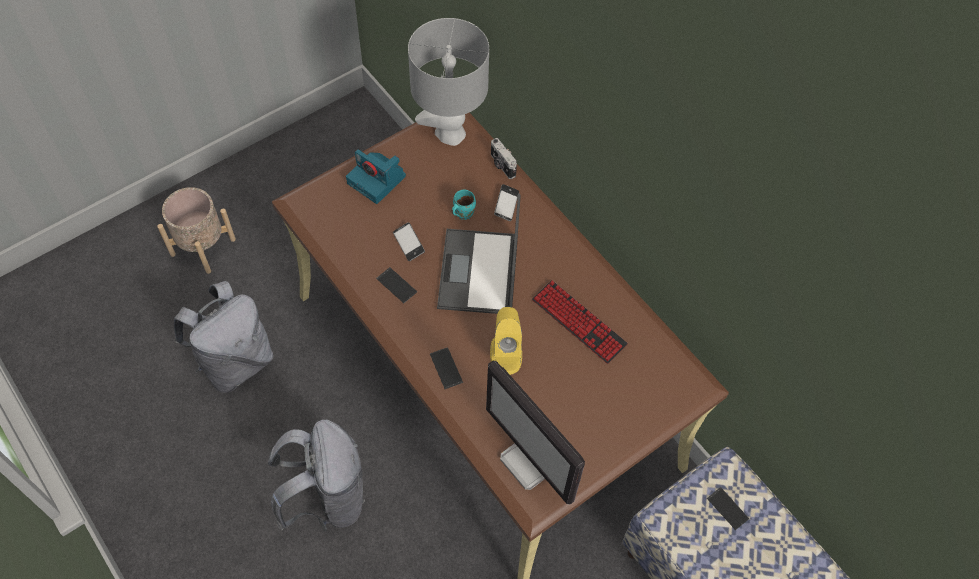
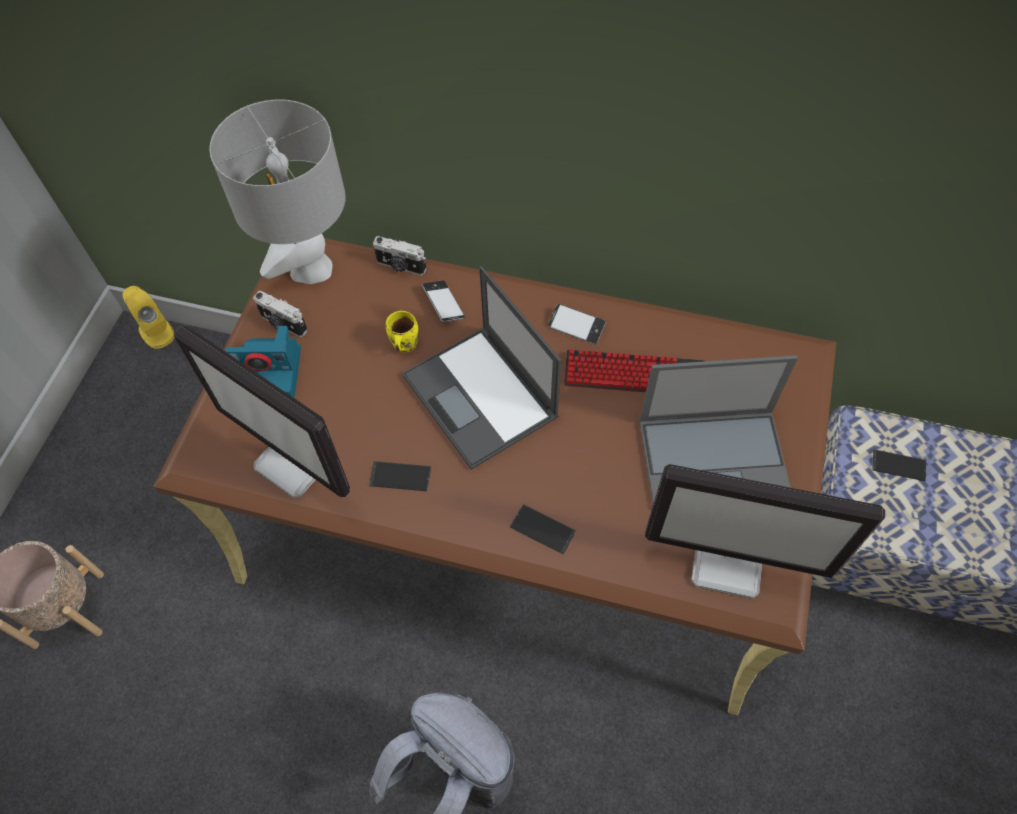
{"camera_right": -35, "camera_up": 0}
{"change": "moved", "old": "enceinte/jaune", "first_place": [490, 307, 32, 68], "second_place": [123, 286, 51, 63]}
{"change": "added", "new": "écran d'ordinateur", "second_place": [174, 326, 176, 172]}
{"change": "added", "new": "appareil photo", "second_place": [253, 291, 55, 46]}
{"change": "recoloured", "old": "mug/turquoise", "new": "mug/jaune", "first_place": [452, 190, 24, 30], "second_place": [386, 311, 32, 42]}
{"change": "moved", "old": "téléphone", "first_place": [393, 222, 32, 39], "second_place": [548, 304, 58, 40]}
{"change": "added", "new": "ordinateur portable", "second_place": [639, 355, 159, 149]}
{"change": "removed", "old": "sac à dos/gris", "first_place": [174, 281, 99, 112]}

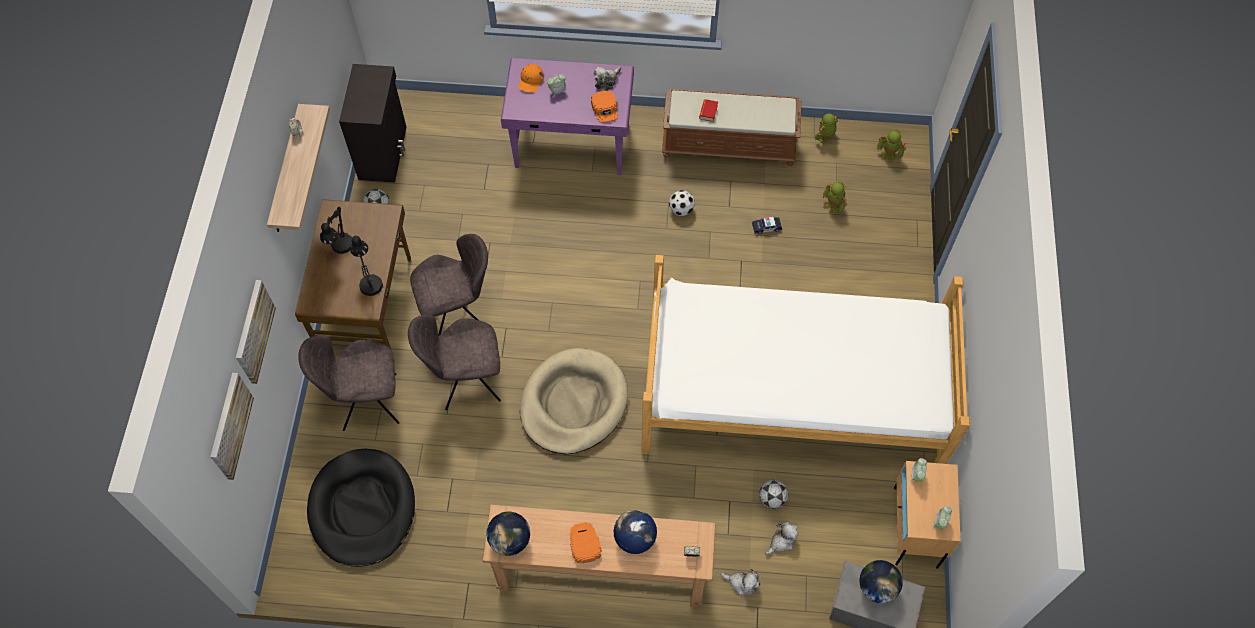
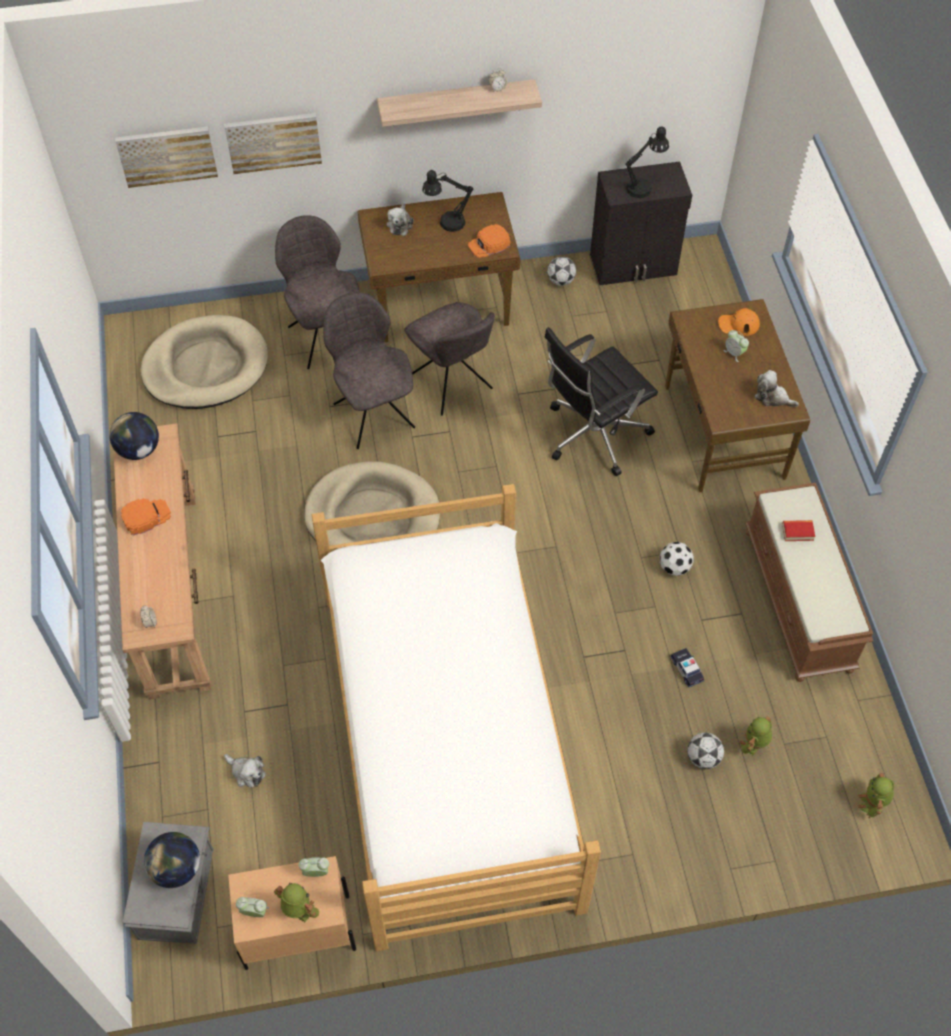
{"camera_right": 75, "camera_up": -5}
{"change": "recoloured", "old": "panier pour chien/noir", "new": "panier pour chien/beige", "first_place": [307, 448, 108, 119], "second_place": [141, 315, 127, 94]}
{"change": "moved", "old": "robot jouet", "first_place": [815, 113, 23, 31], "second_place": [274, 883, 45, 39]}
{"change": "moved", "old": "peluche", "first_place": [721, 569, 39, 27], "second_place": [387, 203, 27, 33]}
{"change": "moved", "old": "casquette/orange", "first_place": [591, 90, 27, 33], "second_place": [468, 224, 42, 34]}
{"change": "added", "new": "chaise de bureau/noir", "second_place": [544, 327, 114, 149]}
{"change": "moved", "old": "lampe de table/noir", "first_place": [350, 236, 33, 60], "second_place": [626, 127, 43, 71]}
{"change": "recoloured", "old": "bureau/violet", "new": "bureau/marron", "first_place": [501, 58, 133, 117], "second_place": [665, 299, 145, 193]}
{"change": "moved", "old": "ballon de foot", "first_place": [759, 480, 29, 29], "second_place": [687, 732, 37, 37]}
{"change": "removed", "old": "globe", "first_place": [614, 510, 43, 44]}

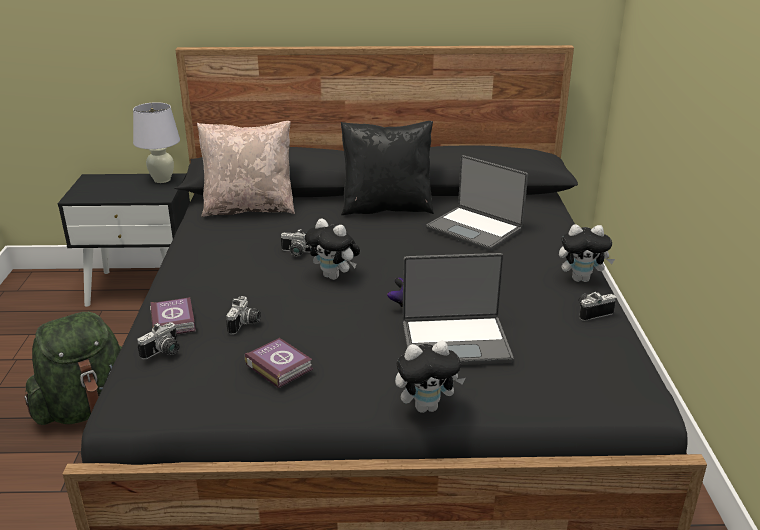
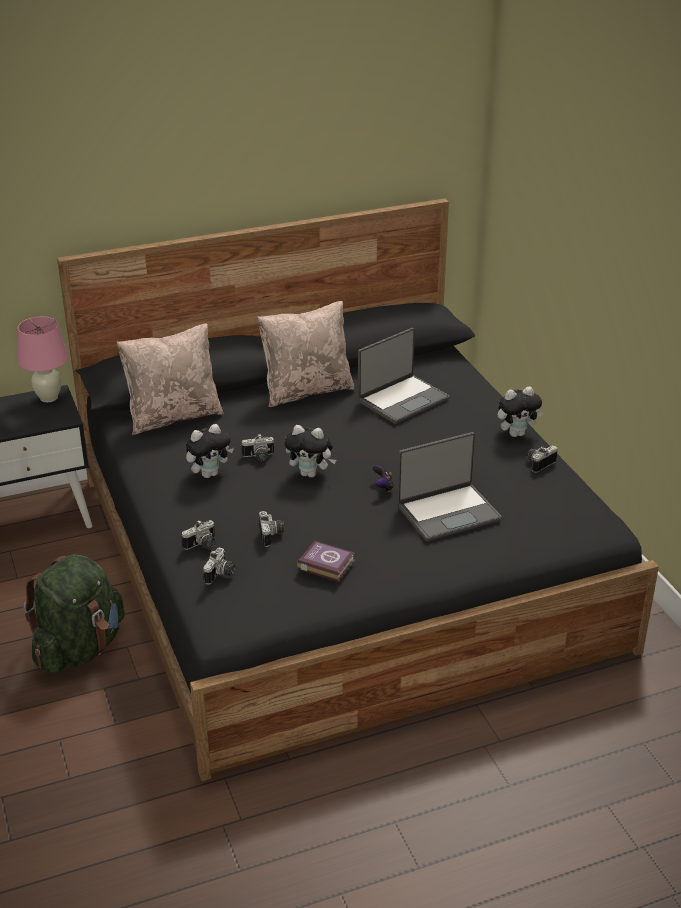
{"camera_right": -20, "camera_up": 5}
{"change": "recoloured", "old": "lampe de table/blanc", "new": "lampe de table/rose", "first_place": [133, 102, 47, 81], "second_place": [18, 317, 50, 85]}
{"change": "replaced", "old": "livre", "new": "appareil photo", "first_place": [150, 297, 46, 38], "second_place": [181, 520, 34, 30]}
{"change": "moved", "old": "peluche", "first_place": [395, 341, 70, 72], "second_place": [186, 424, 48, 54]}
{"change": "recoloured", "old": "coussin/noir", "new": "coussin/beige", "first_place": [341, 121, 93, 94], "second_place": [257, 301, 98, 106]}
{"change": "turned", "old": "ordinateur portable", "first_place": [426, 155, 102, 96], "second_place": [358, 328, 92, 96], "degrees": -60}

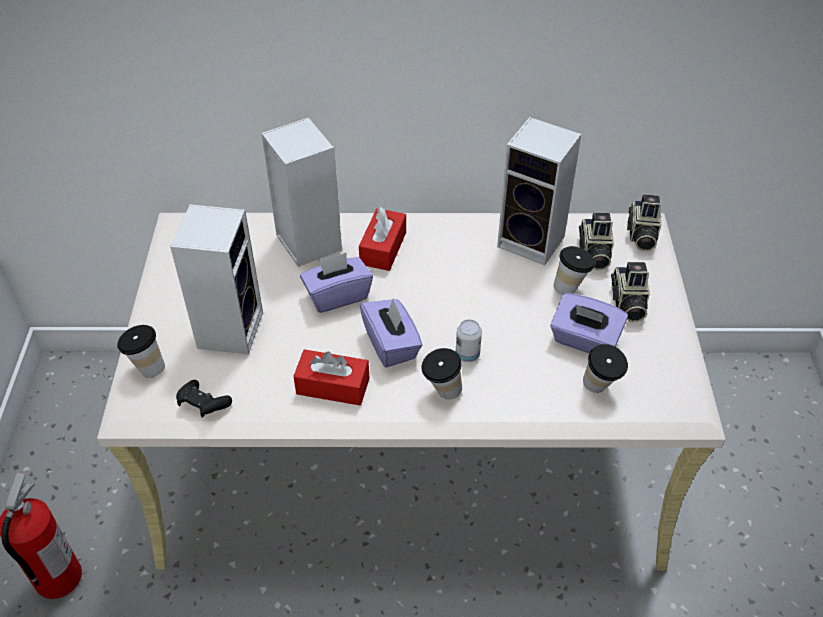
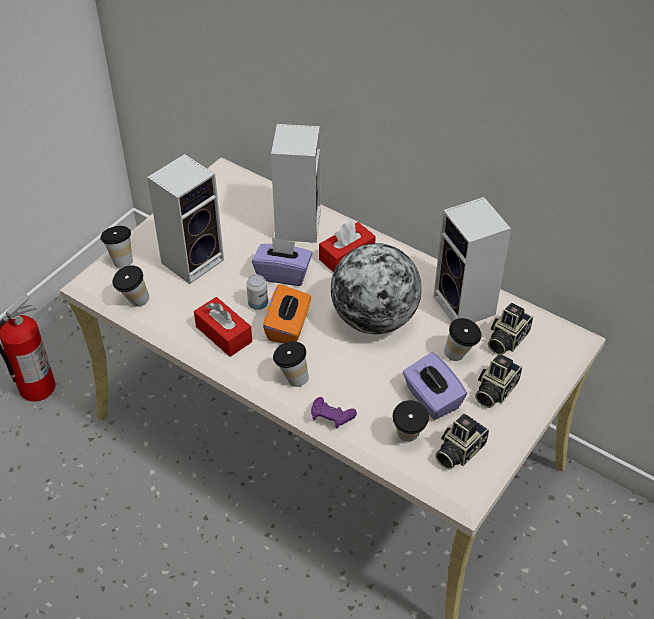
{"camera_right": 35, "camera_up": 0}
{"change": "replaced", "old": "manette/noir", "new": "tasse", "first_place": [176, 380, 56, 38], "second_place": [112, 265, 37, 42]}
{"change": "moved", "old": "boîte métallique", "first_place": [456, 319, 26, 43], "second_place": [246, 274, 22, 36]}
{"change": "recoloured", "old": "boîte à mouchoirs/violet", "new": "boîte à mouchoirs/orange", "first_place": [360, 298, 62, 70], "second_place": [263, 284, 48, 59]}
{"change": "added", "new": "manette/violet", "second_place": [311, 397, 46, 31]}
{"change": "added", "new": "globe", "second_place": [331, 243, 91, 91]}
{"change": "moved", "old": "appareil photo", "first_place": [627, 194, 34, 57], "second_place": [435, 414, 54, 55]}

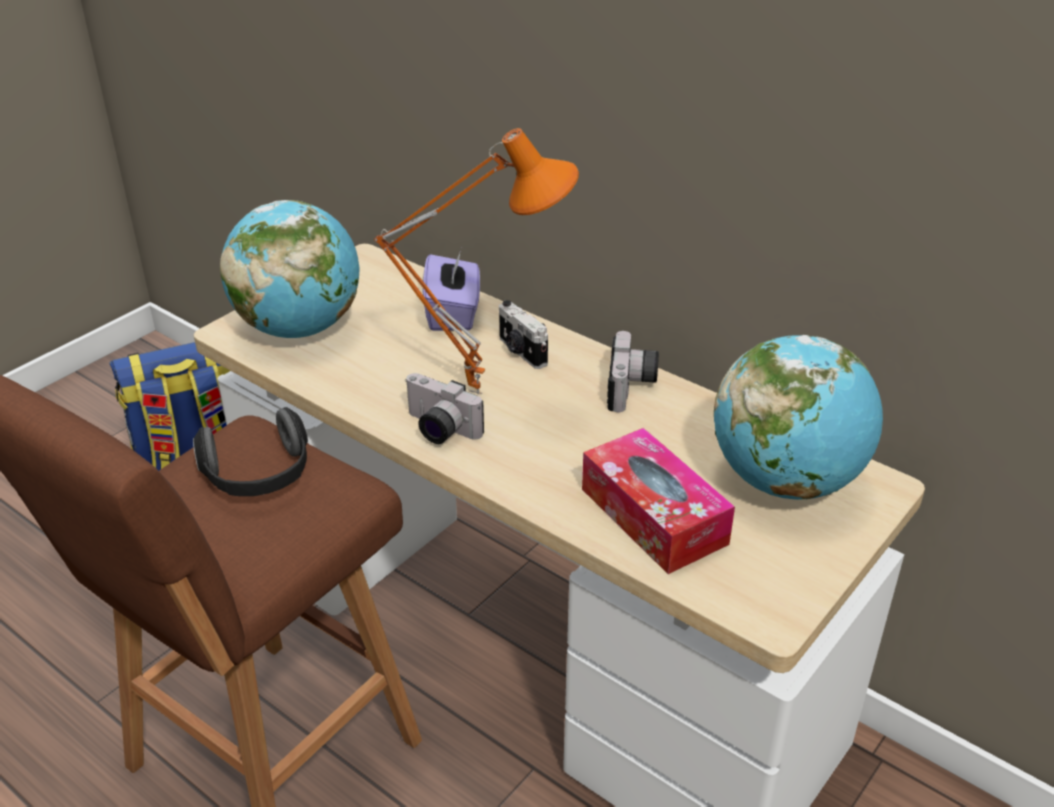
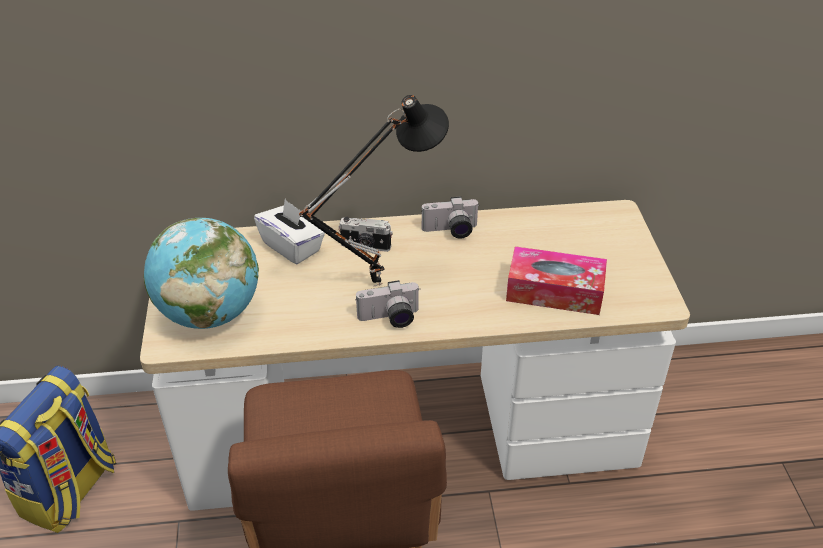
{"camera_right": -45, "camera_up": 5}
{"change": "recoloured", "old": "boîte à mouchoirs/violet", "new": "boîte à mouchoirs/blanc", "first_place": [423, 250, 57, 81], "second_place": [254, 199, 71, 65]}
{"change": "recoloured", "old": "lampe de table/orange", "new": "lampe de table/noir", "first_place": [374, 128, 205, 266], "second_place": [299, 95, 150, 192]}
{"change": "turned", "old": "appareil photo", "first_place": [607, 331, 52, 81], "second_place": [421, 196, 59, 43], "degrees": 120}
{"change": "removed", "old": "casque audio", "first_place": [193, 407, 115, 89]}
{"change": "removed", "old": "globe", "first_place": [714, 335, 169, 165]}

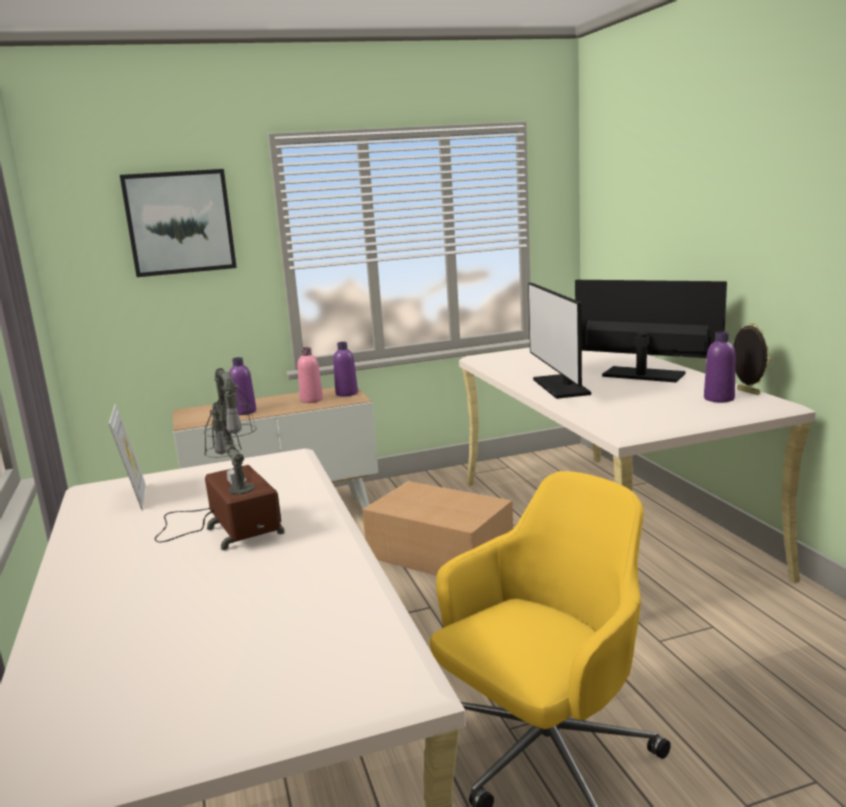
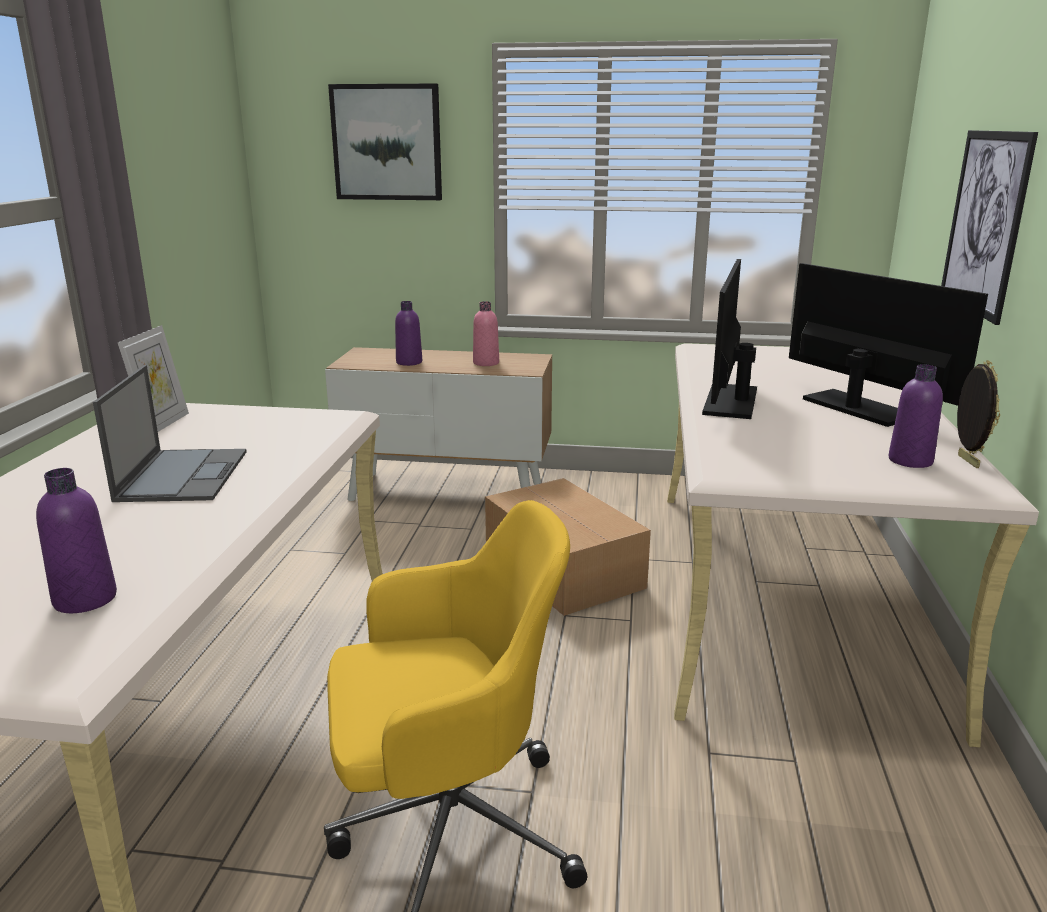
{"camera_right": 25, "camera_up": 5}
{"change": "moved", "old": "bouteille/violet", "first_place": [333, 342, 25, 55], "second_place": [36, 468, 81, 145]}
{"change": "replaced", "old": "lampe de table", "new": "ordinateur portable", "first_place": [155, 368, 130, 182], "second_place": [93, 365, 154, 137]}
{"change": "added", "new": "tableau", "second_place": [941, 130, 97, 195]}

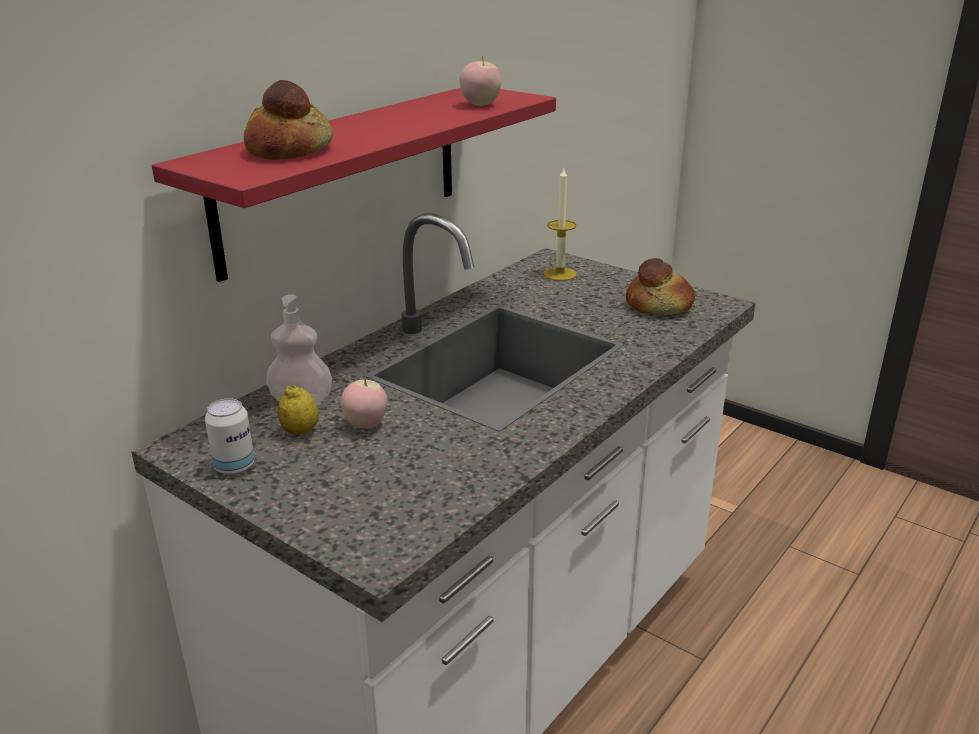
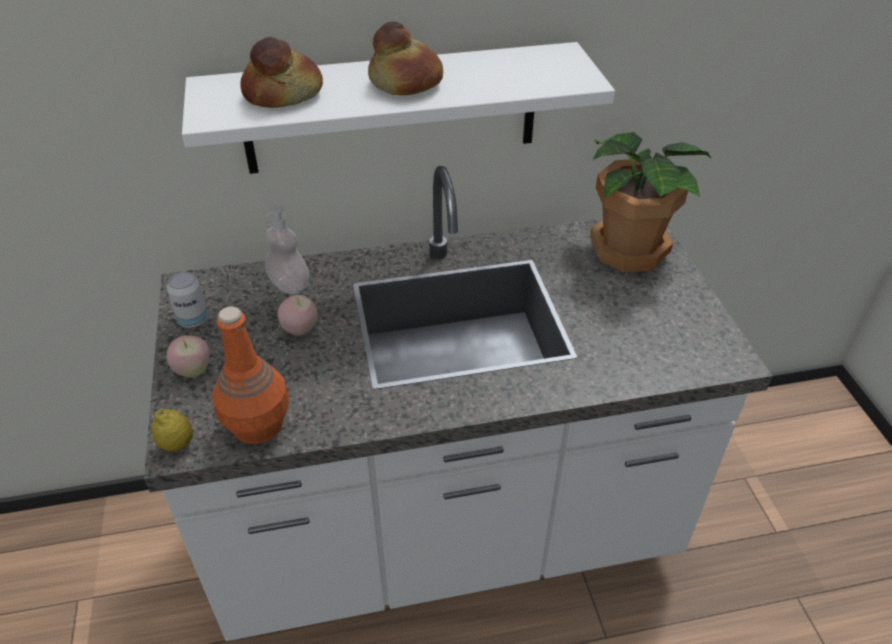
{"camera_right": 40, "camera_up": 15}
{"change": "moved", "old": "citron", "first_place": [278, 385, 41, 50], "second_place": [151, 408, 42, 43]}
{"change": "moved", "old": "pomme", "first_place": [460, 56, 41, 50], "second_place": [167, 335, 42, 43]}
{"change": "recoloured", "old": "étagère/rouge", "new": "étagère/blanc", "first_place": [152, 88, 404, 194], "second_place": [182, 42, 433, 132]}
{"change": "added", "new": "bouteille/orange", "second_place": [212, 306, 77, 138]}
{"change": "moved", "old": "pain", "first_place": [626, 258, 69, 57], "second_place": [368, 22, 75, 73]}
{"change": "replaced", "old": "bougie", "new": "plante en pot", "first_place": [543, 168, 34, 113], "second_place": [590, 132, 121, 140]}

